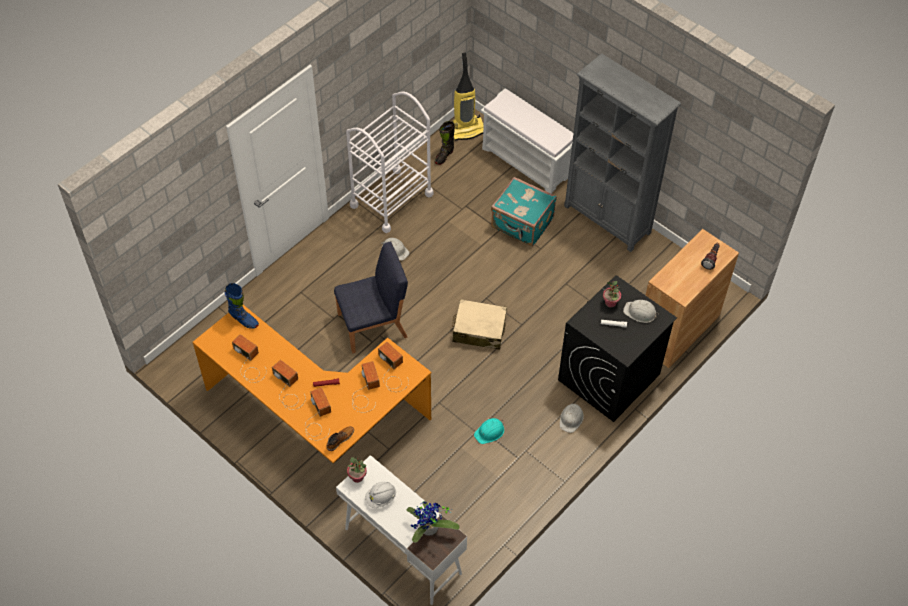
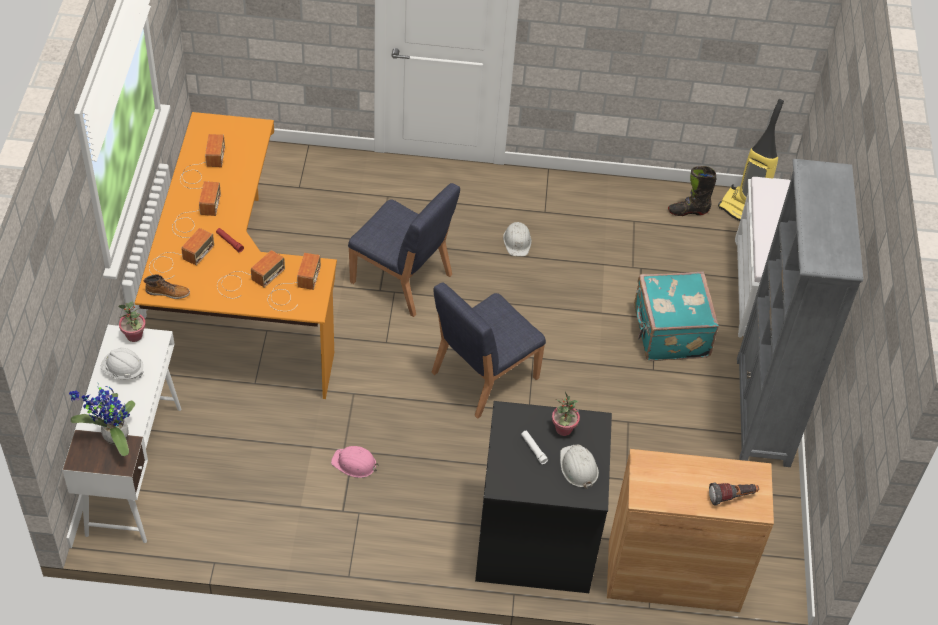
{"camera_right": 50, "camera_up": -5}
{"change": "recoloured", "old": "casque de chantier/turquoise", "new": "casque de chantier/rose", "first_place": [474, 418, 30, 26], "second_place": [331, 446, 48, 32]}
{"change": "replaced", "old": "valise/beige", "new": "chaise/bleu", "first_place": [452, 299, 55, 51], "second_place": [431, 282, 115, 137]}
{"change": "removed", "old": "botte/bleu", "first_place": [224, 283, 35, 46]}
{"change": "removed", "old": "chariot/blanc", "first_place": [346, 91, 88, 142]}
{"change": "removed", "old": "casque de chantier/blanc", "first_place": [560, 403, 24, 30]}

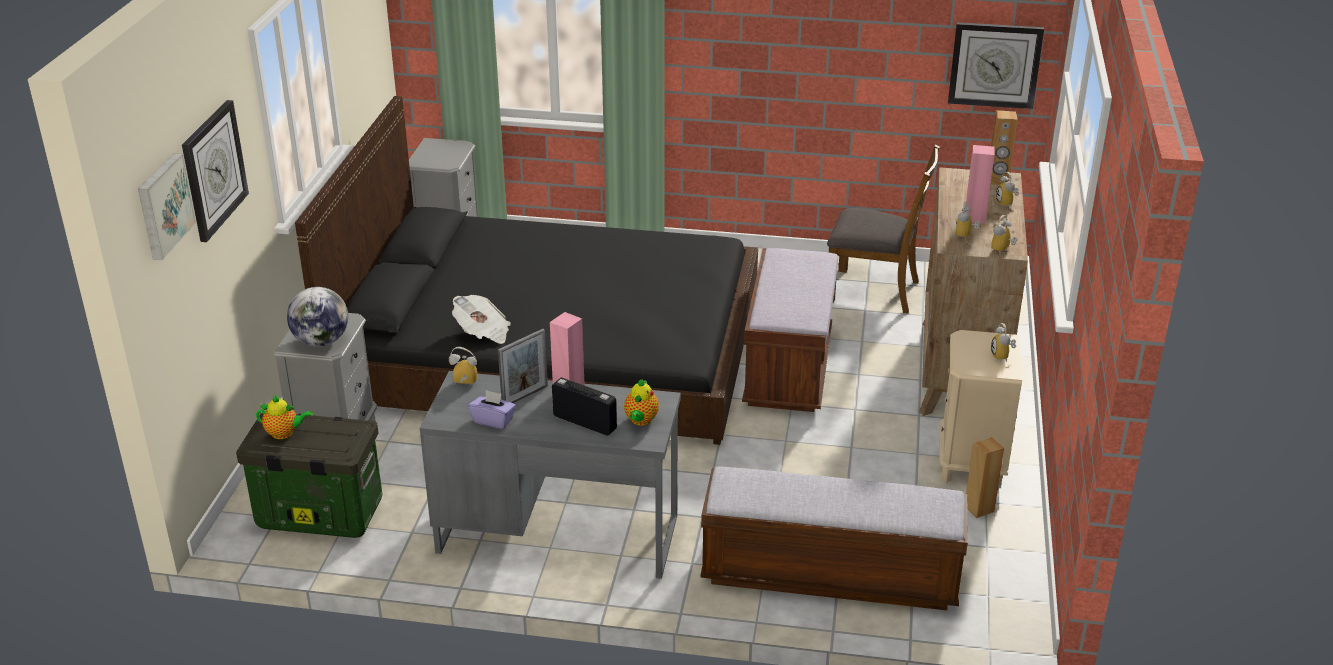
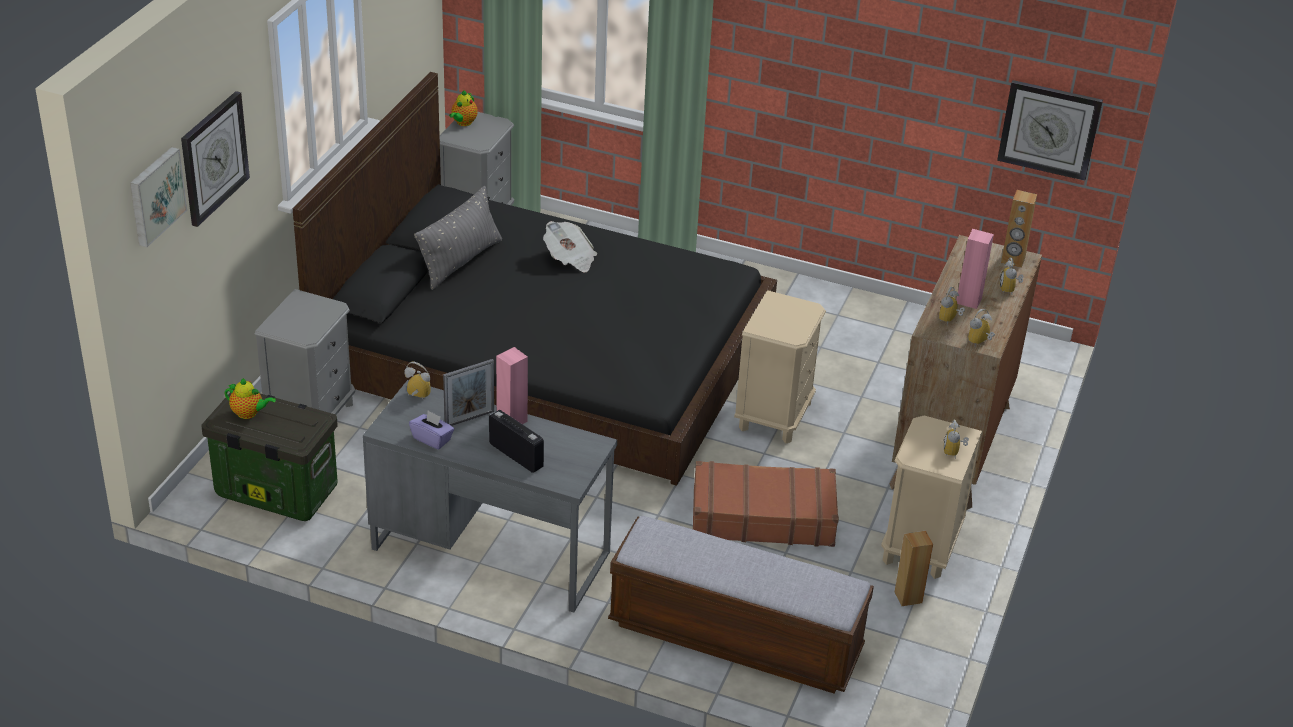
{"camera_right": 10, "camera_up": 5}
{"change": "added", "new": "coussin/gris", "second_place": [414, 186, 88, 104]}
{"change": "moved", "old": "théière", "first_place": [624, 379, 35, 47], "second_place": [449, 90, 29, 36]}
{"change": "moved", "old": "journal", "first_place": [452, 295, 58, 49], "second_place": [543, 221, 54, 51]}
{"change": "added", "new": "valise/marron", "second_place": [693, 461, 146, 86]}
{"change": "replaced", "old": "banc/marron", "new": "table de chevet/beige", "first_place": [742, 248, 96, 164], "second_place": [734, 290, 92, 154]}
{"change": "removed", "old": "globe", "first_place": [287, 287, 61, 60]}
{"change": "removed", "old": "chaise/marron", "first_place": [827, 145, 113, 169]}

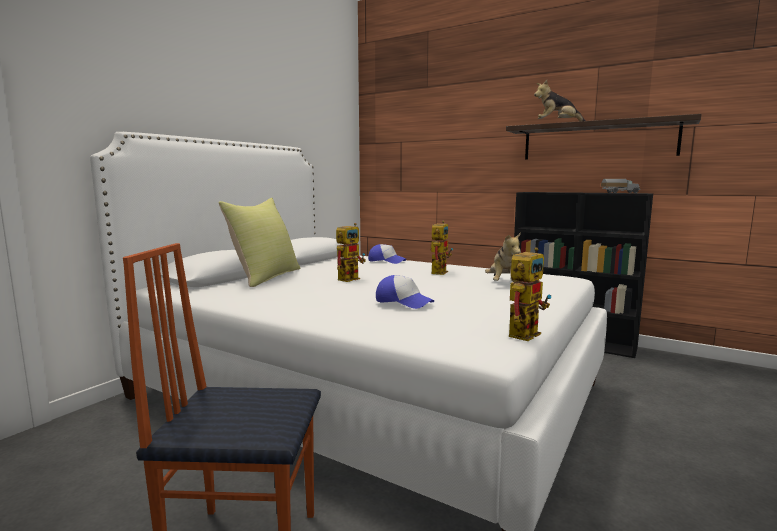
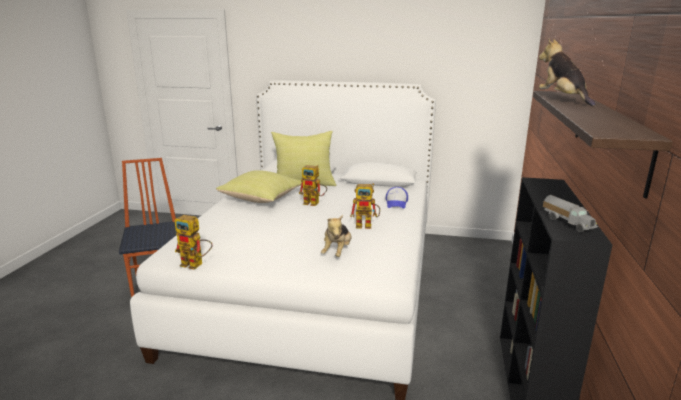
{"camera_right": 70, "camera_up": 10}
{"change": "added", "new": "coussin/jaune", "second_place": [216, 170, 86, 33]}
{"change": "turned", "old": "peluche", "first_place": [485, 232, 36, 50], "second_place": [321, 215, 31, 42], "degrees": -60}
{"change": "removed", "old": "casquette", "first_place": [376, 275, 58, 34]}

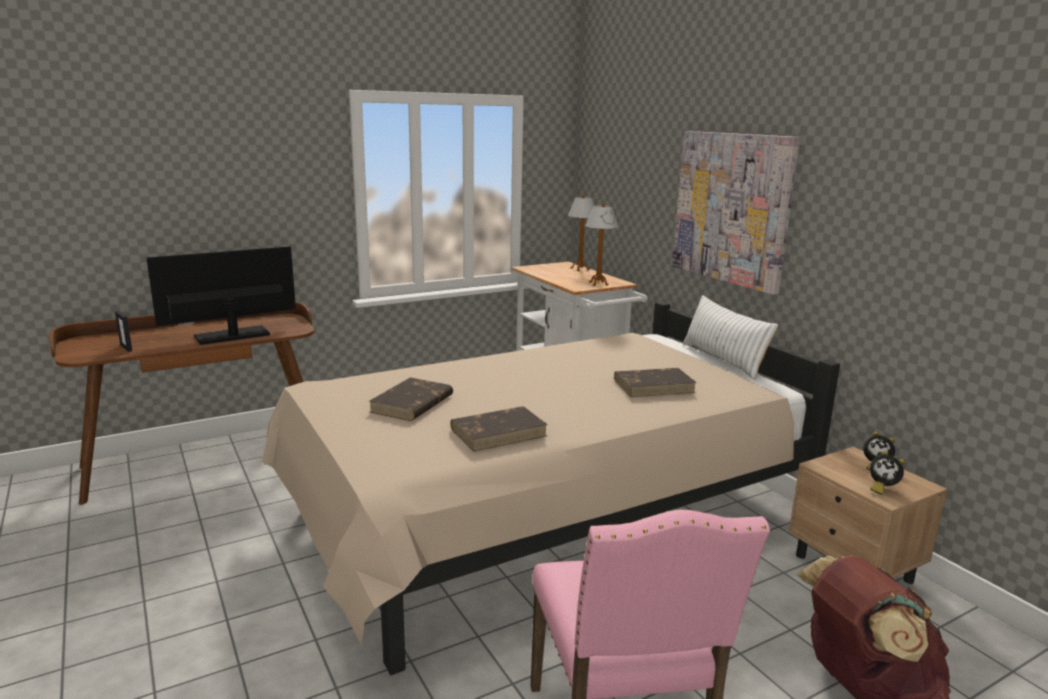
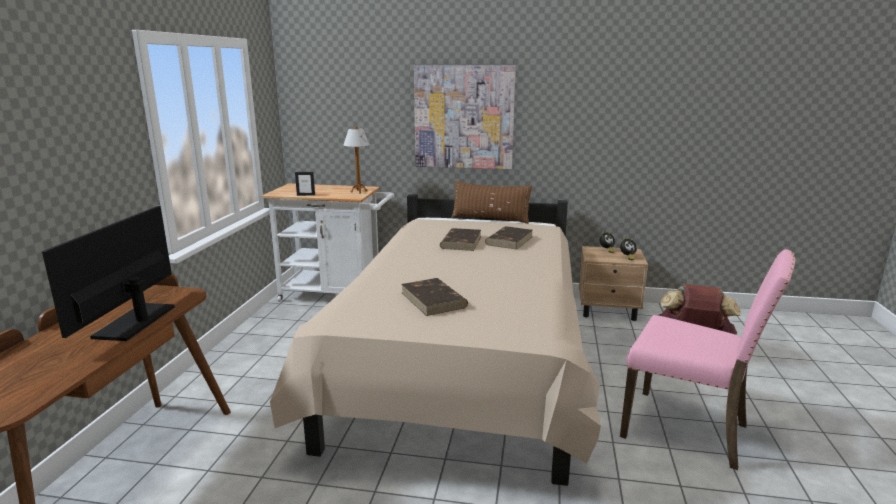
{"camera_right": -50, "camera_up": 0}
{"change": "moved", "old": "cadre photo", "first_place": [115, 311, 17, 41], "second_place": [295, 172, 20, 24]}
{"change": "moved", "old": "livre/marron", "first_place": [450, 406, 98, 46], "second_place": [440, 228, 41, 23]}
{"change": "recoloured", "old": "coussin/blanc", "new": "coussin/marron", "first_place": [682, 295, 97, 85], "second_place": [451, 181, 81, 43]}
{"change": "removed", "old": "lampe de table", "first_place": [568, 195, 26, 76]}

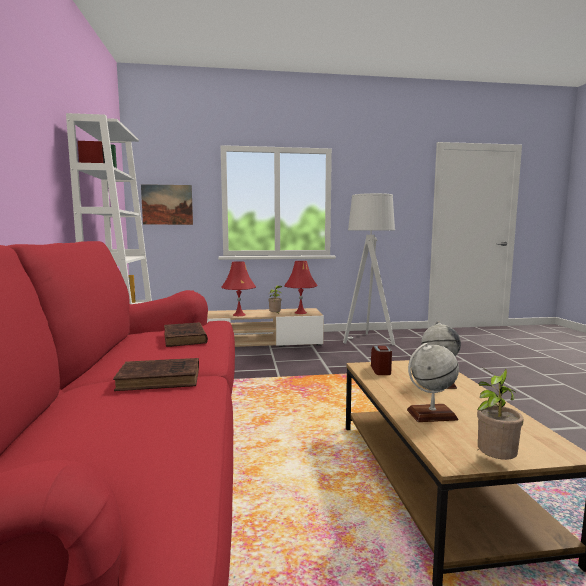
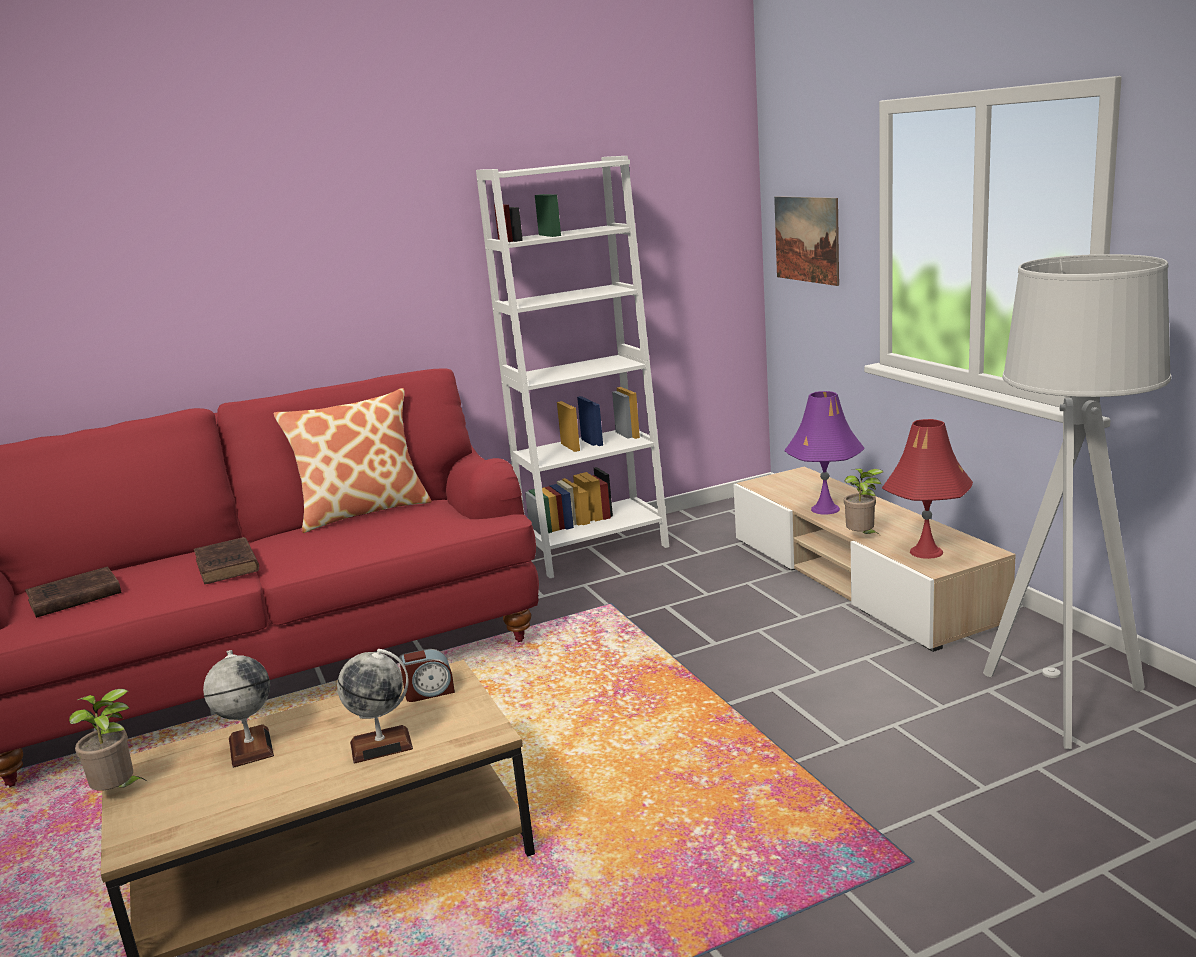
{"camera_right": 75, "camera_up": 10}
{"change": "moved", "old": "livre/marron", "first_place": [164, 322, 44, 25], "second_place": [25, 567, 96, 51]}
{"change": "added", "new": "coussin", "second_place": [274, 388, 158, 145]}
{"change": "recoloured", "old": "lampe de table/rouge", "new": "lampe de table/violet", "first_place": [221, 261, 35, 55], "second_place": [784, 391, 81, 123]}

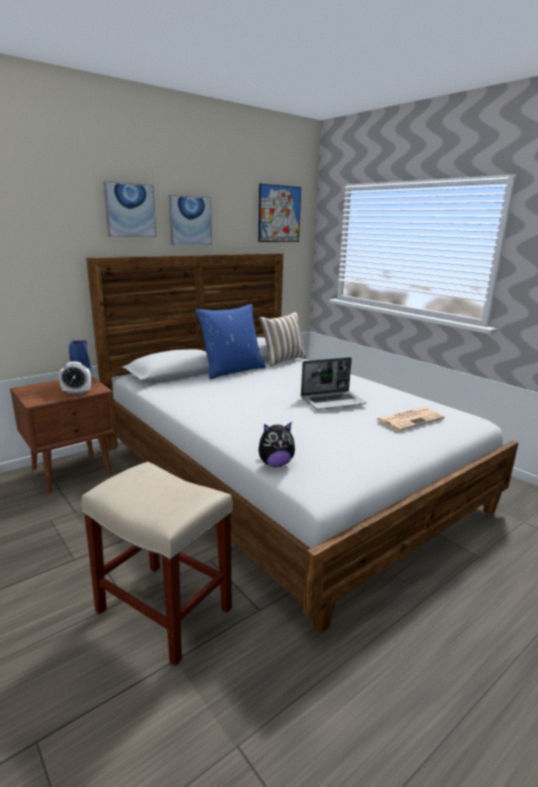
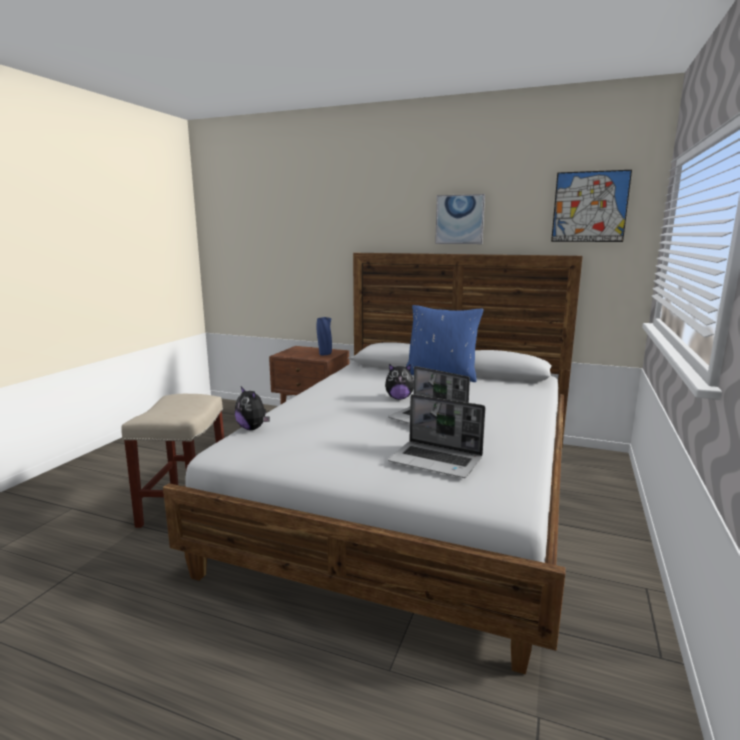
{"camera_right": 60, "camera_up": -5}
{"change": "added", "new": "peluche", "second_place": [385, 364, 29, 35]}
{"change": "replaced", "old": "journal", "new": "ordinateur portable", "first_place": [376, 407, 69, 24], "second_place": [388, 394, 97, 84]}
{"change": "removed", "old": "réveil", "first_place": [59, 362, 32, 32]}
{"change": "removed", "old": "tableau", "first_place": [103, 181, 53, 56]}
{"change": "removed", "old": "coussin", "first_place": [259, 312, 47, 55]}

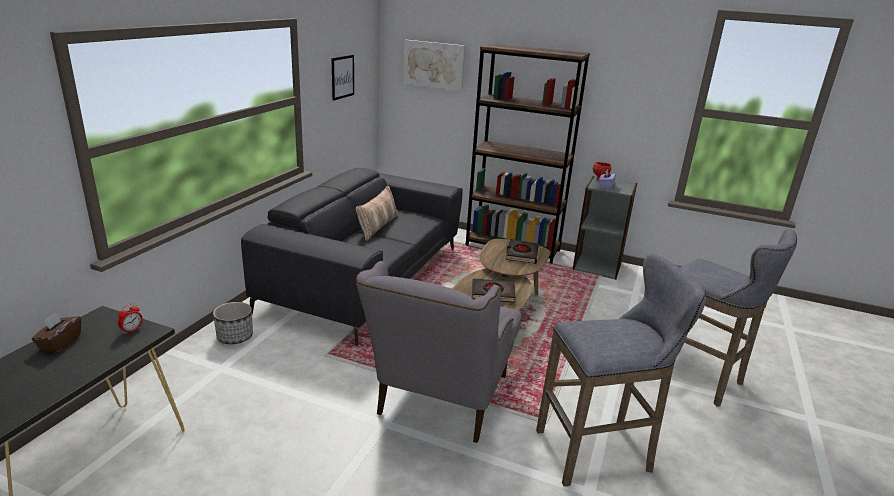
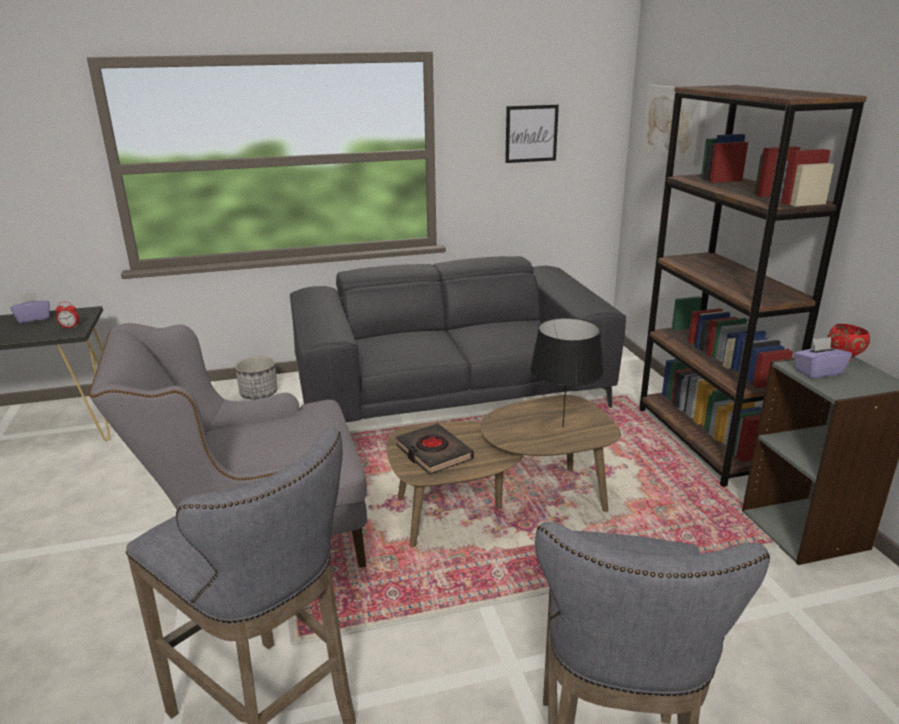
{"camera_right": 55, "camera_up": 0}
{"change": "recoloured", "old": "boîte à mouchoirs/marron", "new": "boîte à mouchoirs/violet", "first_place": [31, 312, 50, 40], "second_place": [11, 292, 39, 31]}
{"change": "replaced", "old": "livre/noir", "new": "lampe de table/noir", "first_place": [506, 240, 33, 24], "second_place": [530, 318, 74, 110]}
{"change": "removed", "old": "coussin", "first_place": [356, 186, 42, 55]}

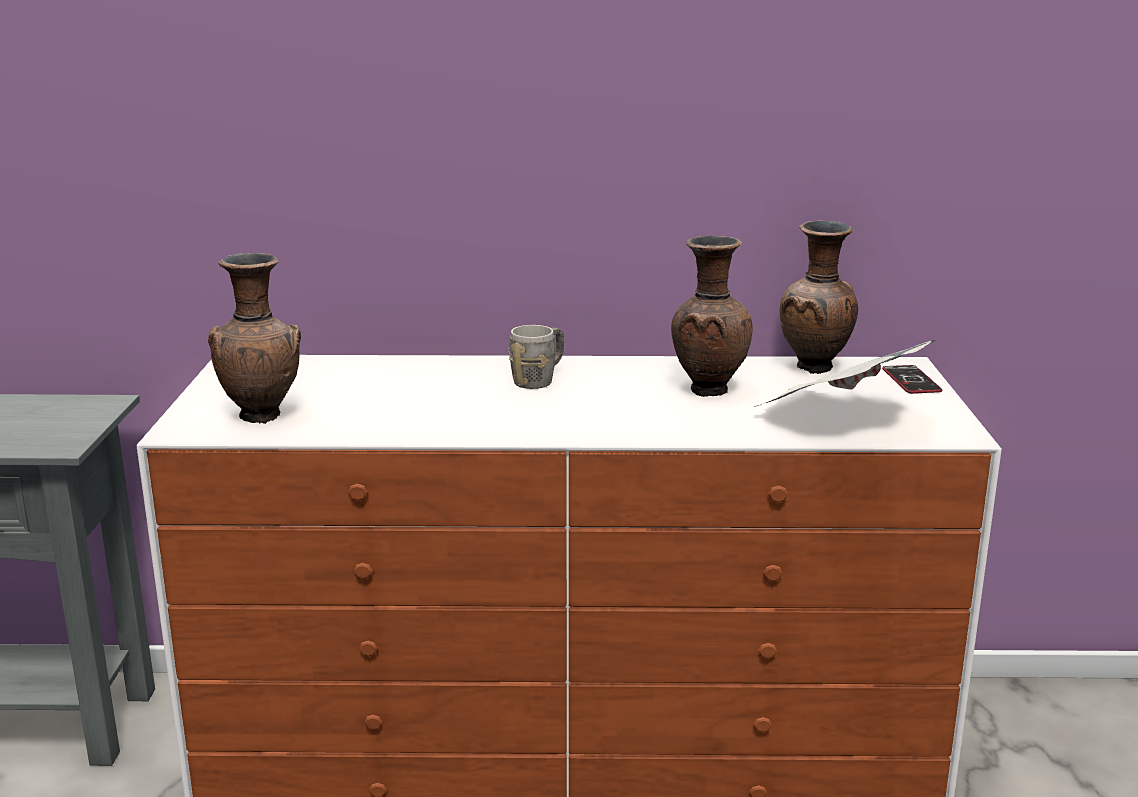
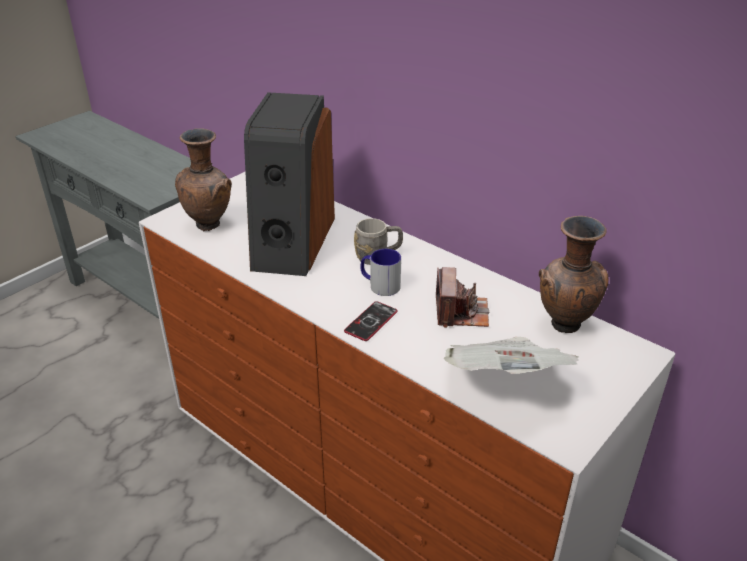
{"camera_right": 40, "camera_up": 15}
{"change": "added", "new": "enceinte", "second_place": [244, 92, 91, 184]}
{"change": "moved", "old": "téléphone", "first_place": [882, 365, 61, 29], "second_place": [344, 301, 54, 40]}
{"change": "added", "new": "mug", "second_place": [361, 249, 40, 47]}
{"change": "replaced", "old": "vase/marron", "new": "appareil photo", "first_place": [671, 235, 82, 162], "second_place": [436, 267, 53, 61]}

